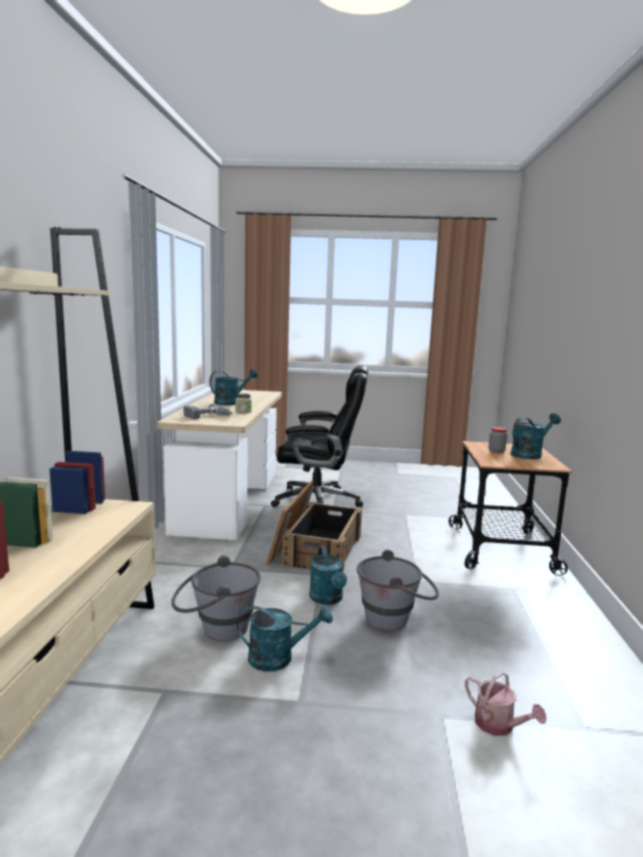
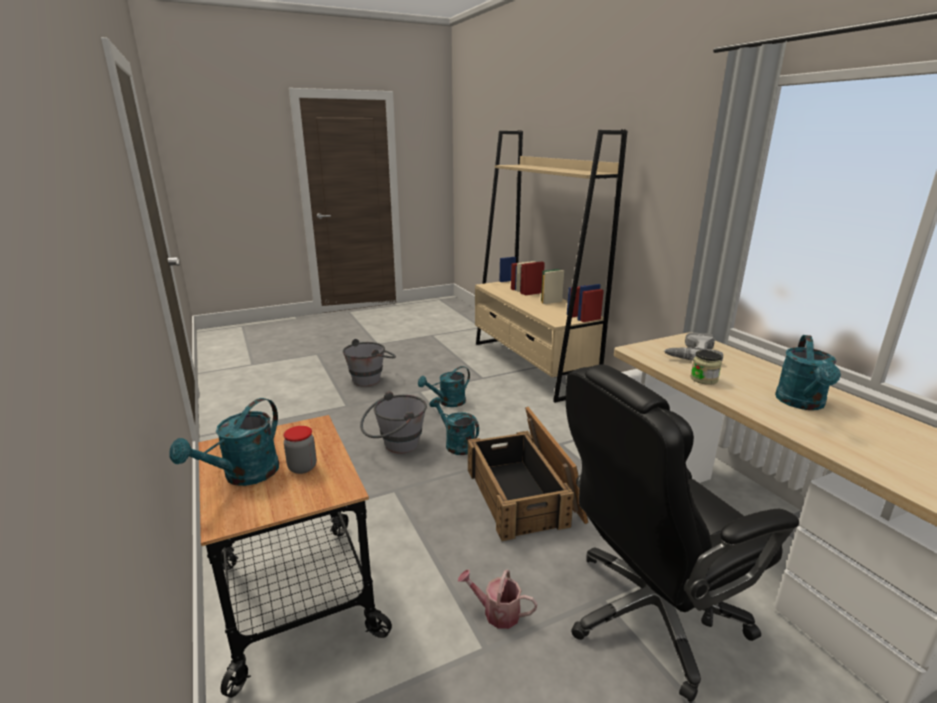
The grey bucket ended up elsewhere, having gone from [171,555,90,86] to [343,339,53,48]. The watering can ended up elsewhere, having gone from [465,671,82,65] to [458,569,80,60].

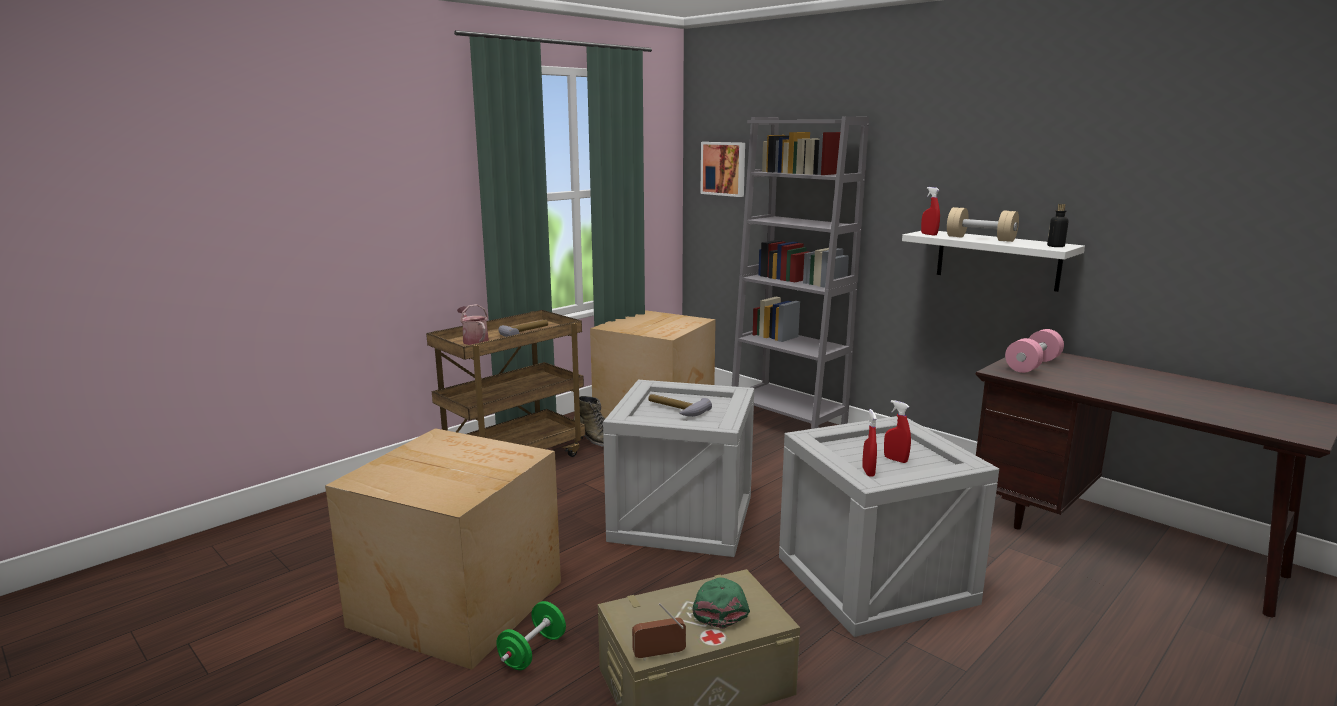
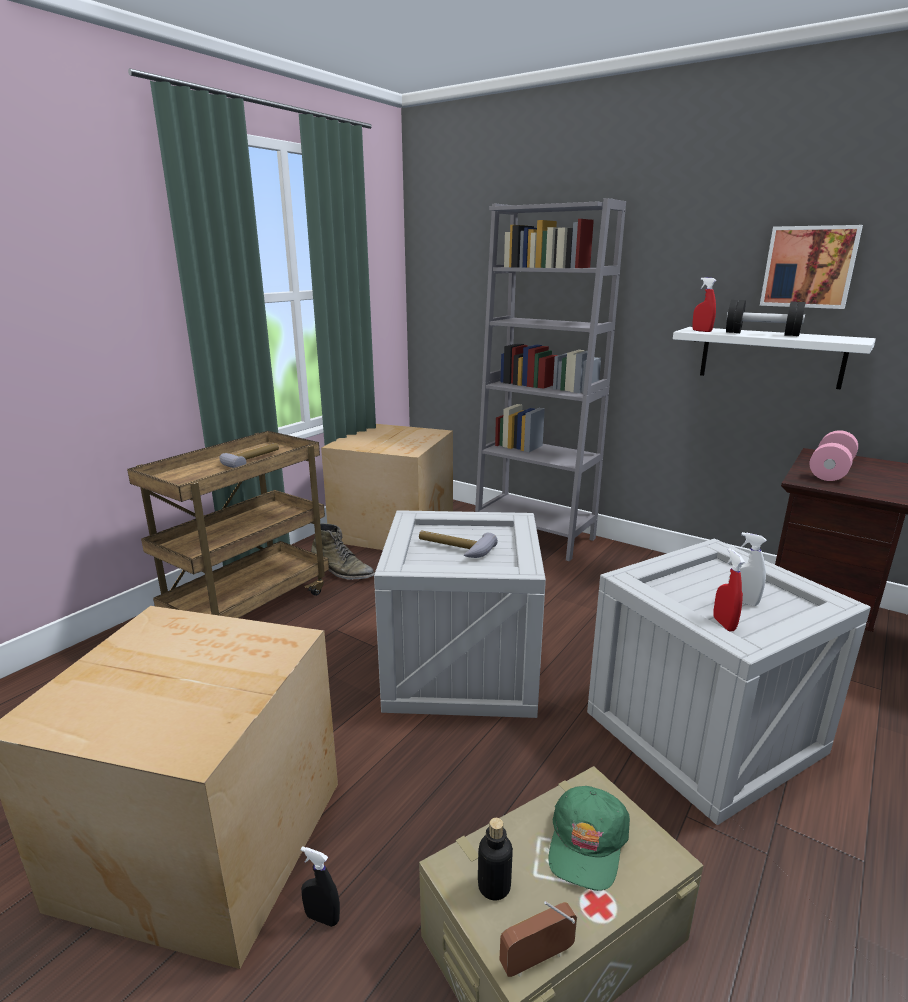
The second view lost the watering can at [457,304,32,41]. Where the green dumbbell stood at [497,601,69,69], the black spray bottle came to stand at [301,846,39,81]. The green cap at [692,577,58,52] ended up facing another way, 150 degrees counterclockwise from before. The picture ended up elsewhere, having gone from [700,142,45,55] to [760,225,103,84]. What was the red spray bottle at [884,400,27,63] turned into the white spray bottle at [728,532,38,74]. What was the beige dumbbell at [947,207,72,35] turned into the black dumbbell at [726,300,80,36]. The bottle ended up elsewhere, having gone from [1047,204,22,43] to [478,818,35,83].

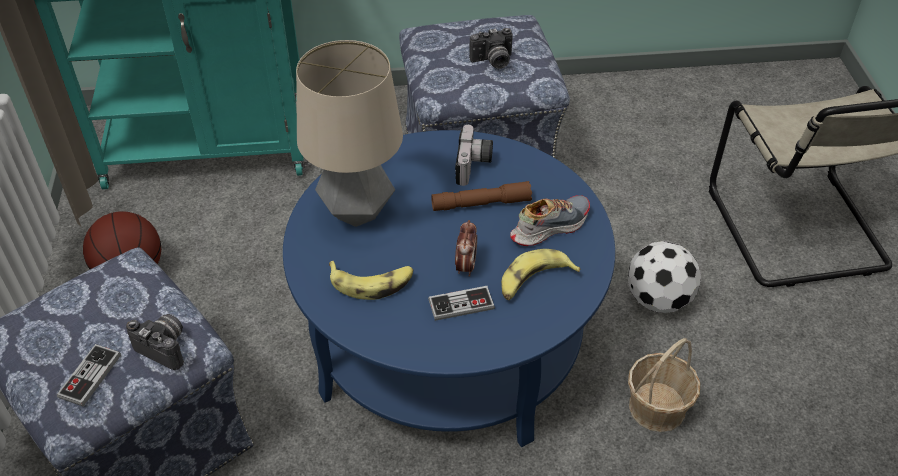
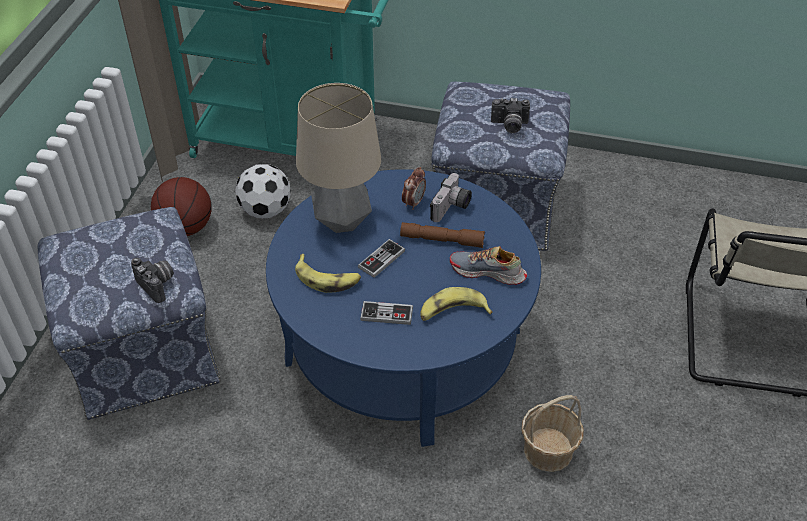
The game controller ended up elsewhere, having gone from [57,344,64,63] to [358,239,47,39]. The alarm clock ended up elsewhere, having gone from [455,220,22,57] to [402,167,24,43]. The shoe at [510,195,80,51] ended up facing another way, 150 degrees counterclockwise from before. The football ended up elsewhere, having gone from [628,241,73,72] to [235,164,56,54].

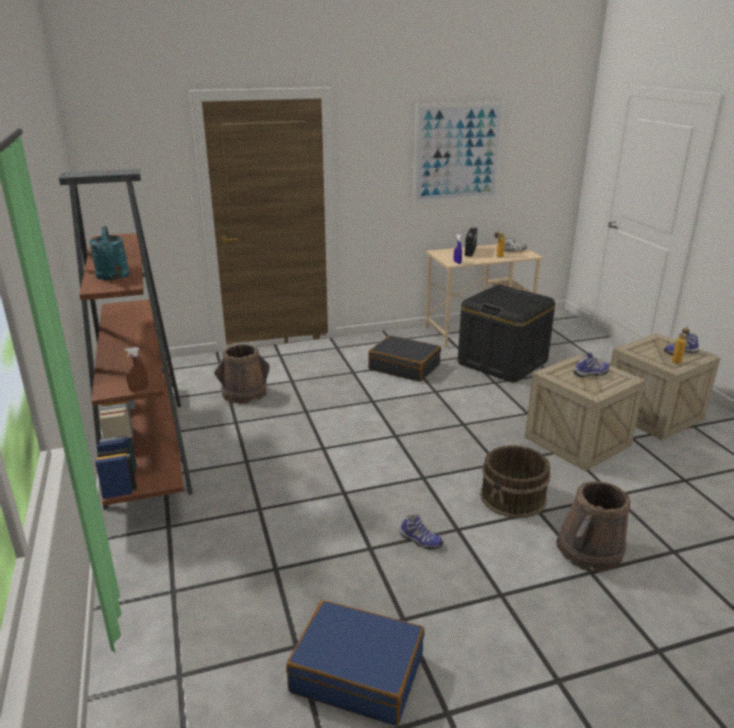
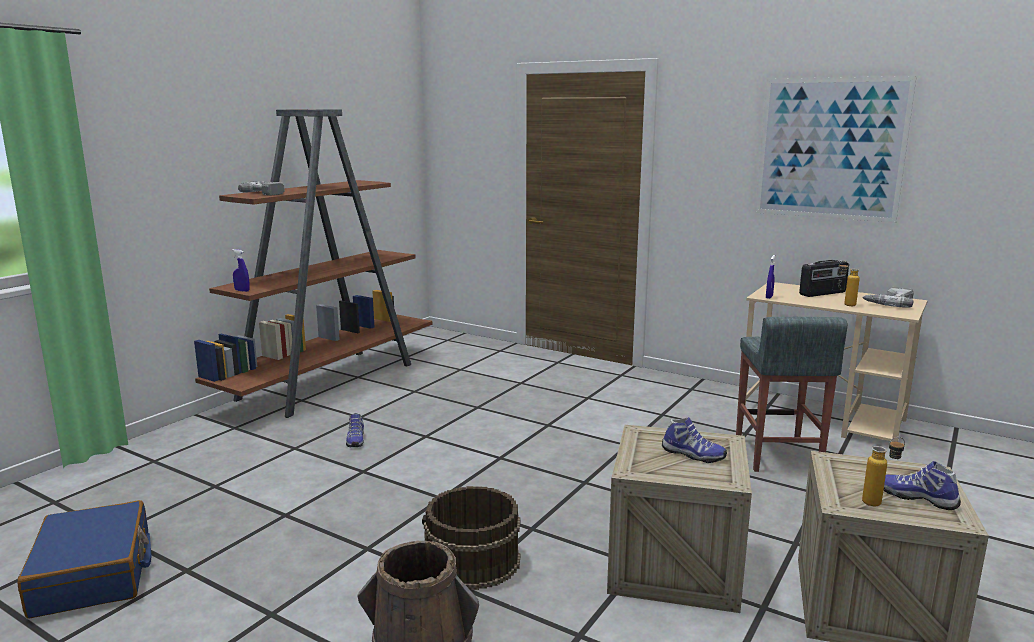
Where the turquoise watering can stood at [89,226,41,54], the power drill came to stand at [238,181,47,15]. What was the brown spray bottle at [124,347,24,44] turned into the blue spray bottle at [232,249,18,43]. The second view lost the brown bucket at [214,344,56,60]. The second view lost the black suitcase at [368,335,73,47]. The shoe ended up elsewhere, having gone from [400,515,43,35] to [346,413,18,34]. Where the black storage box stood at [458,285,97,97], the grey stool came to stand at [736,317,112,155].

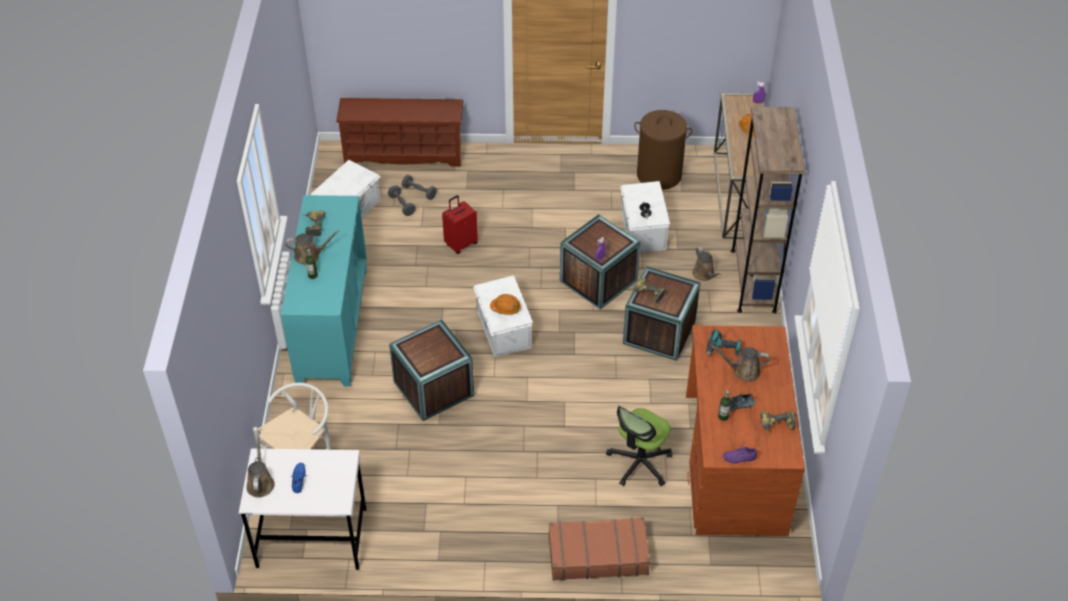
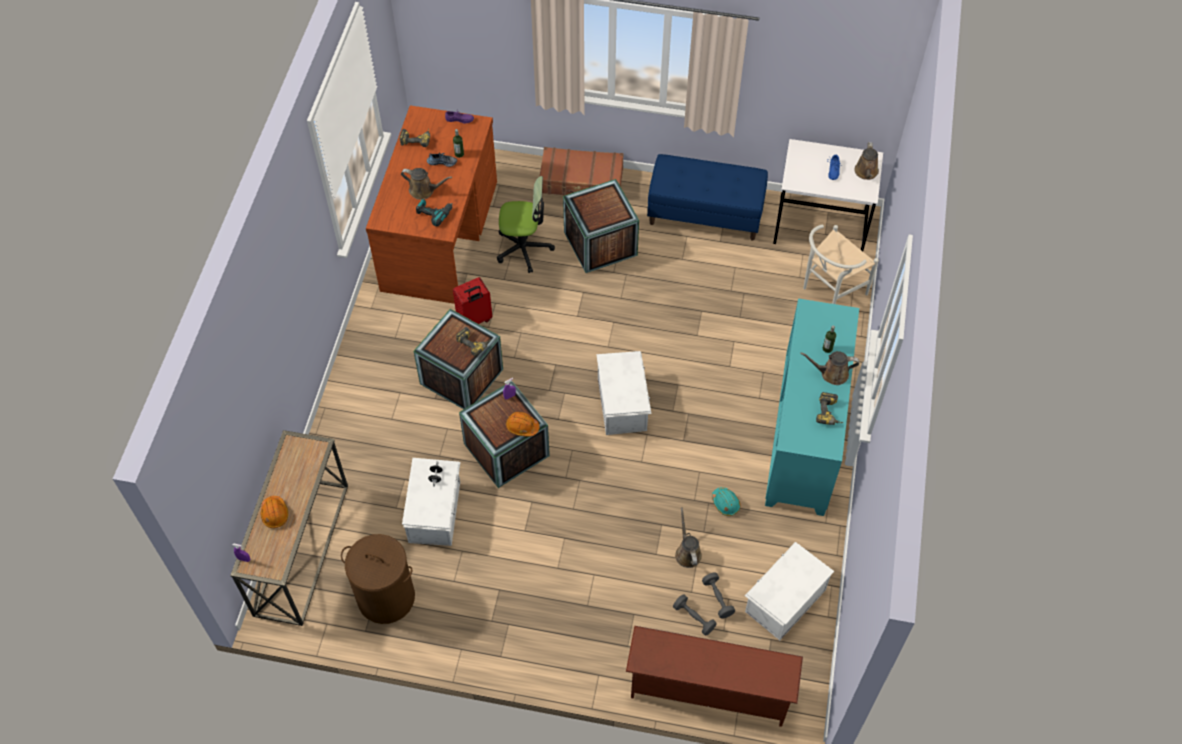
The crate ended up elsewhere, having gone from [389,319,85,102] to [563,179,76,94]. The red suitcase ended up elsewhere, having gone from [442,195,36,59] to [453,277,39,47]. The orange hard hat ended up elsewhere, having gone from [490,294,31,21] to [506,412,34,25]. The office chair at [606,406,66,80] ended up facing another way, 45 degrees clockwise from before. The brown watering can ended up elsewhere, having gone from [692,247,29,34] to [675,507,27,61]. The second view lost the brown bookcase at [731,107,74,206]. The second view gained the blue bench at [647,154,121,87]. The second view gained the turquoise hard hat at [712,487,28,29].

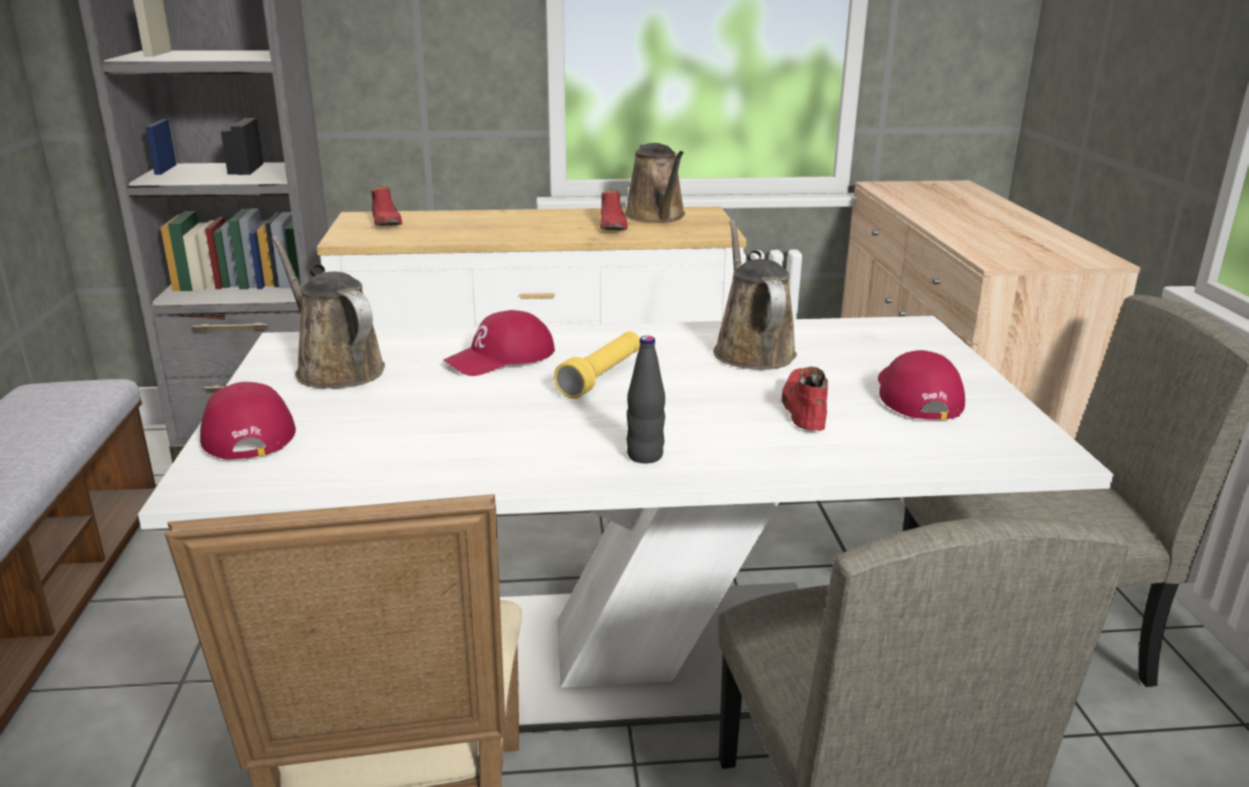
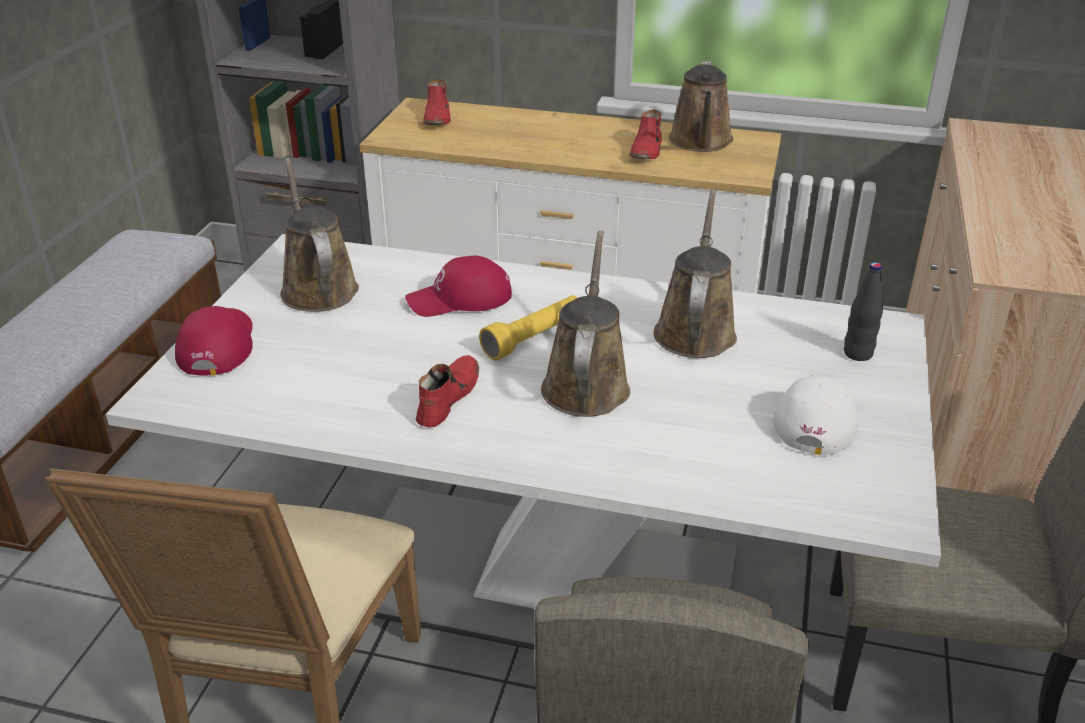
The black bottle ended up elsewhere, having gone from [627,336,38,128] to [844,262,39,99]. The red shoe ended up elsewhere, having gone from [782,366,46,65] to [416,355,63,72]. What was the red cap at [878,350,87,70] turned into the white cap at [773,375,85,80]. The second view gained the brown watering can at [541,231,89,186].

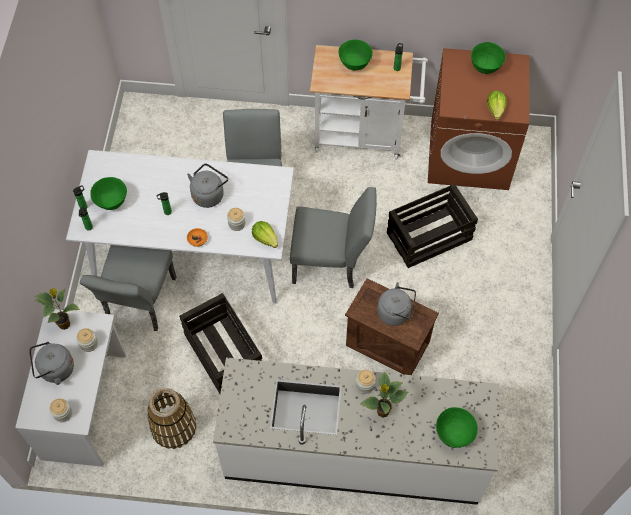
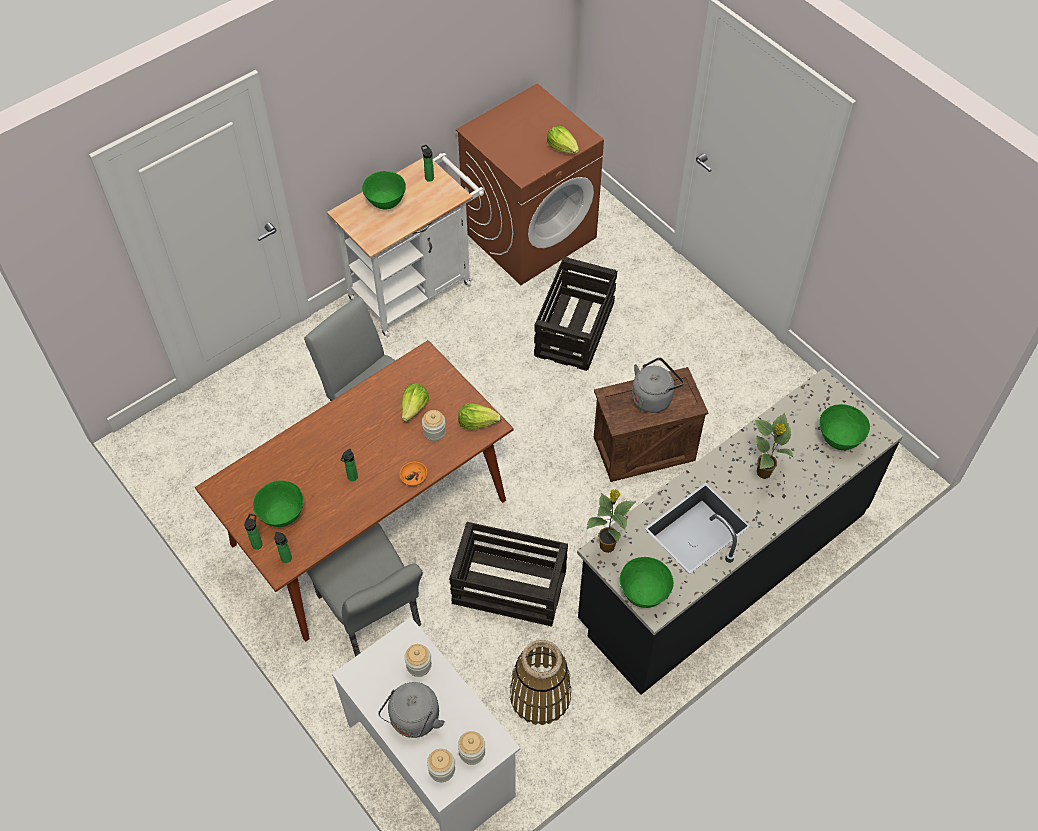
The potted plant ended up elsewhere, having gone from [35,288,45,42] to [586,489,50,64]. What was the white dining table at [66,150,228,153] turned into the brown dining table at [195,340,319,302]. The second view lost the grey kettle at [187,163,41,45]. What was the white counter at [213,357,286,148] turned into the black counter at [577,368,326,327]. The second view lost the grey chair at [290,187,86,101]. The jar ended up elsewhere, having gone from [356,370,20,24] to [427,749,28,33]. The green bowl ended up elsewhere, having gone from [471,42,35,32] to [620,557,54,51]. The second view gained the lettuce at [402,383,27,39].

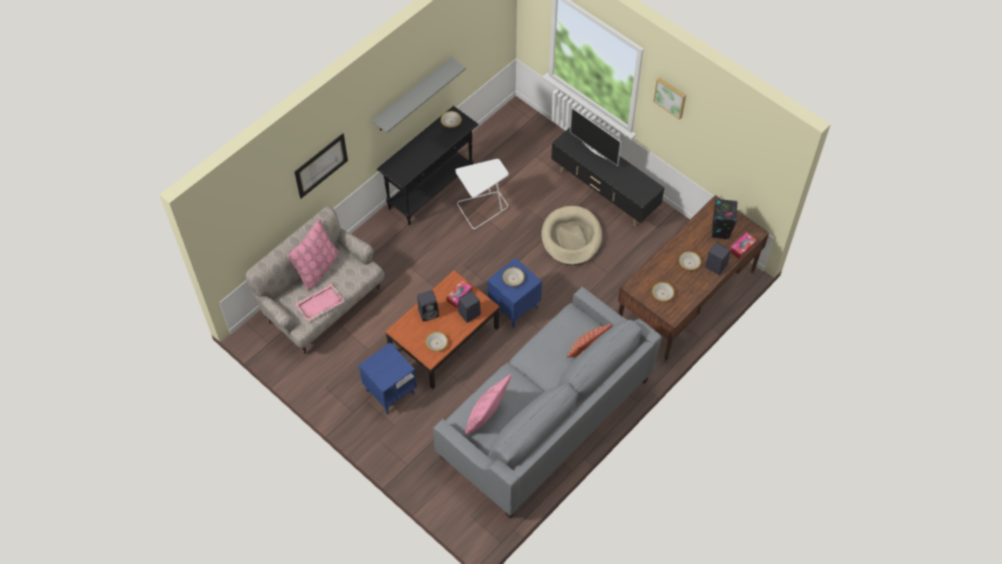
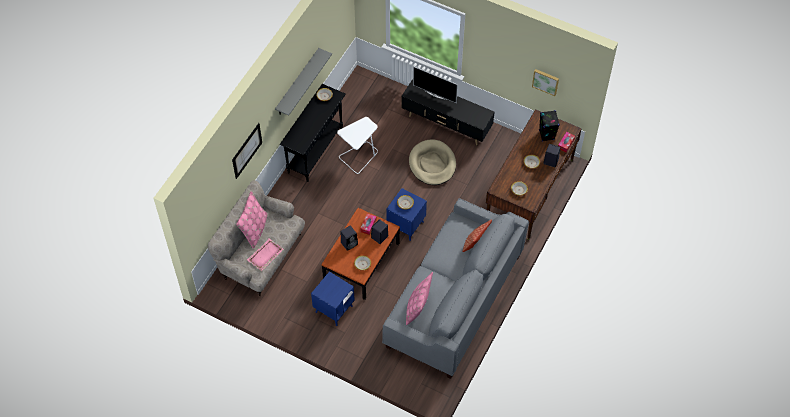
The picture ended up elsewhere, having gone from [653,77,33,43] to [532,69,27,27].

